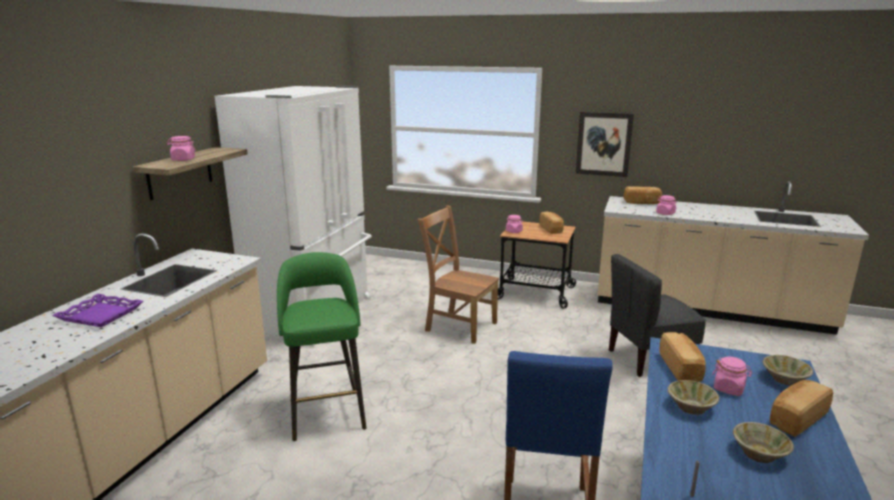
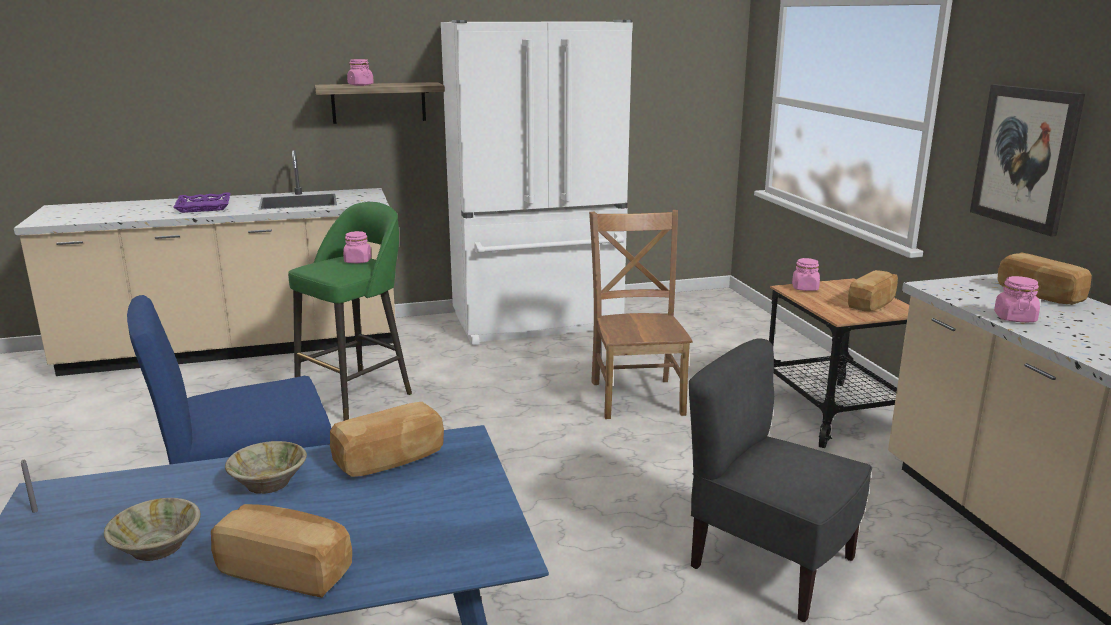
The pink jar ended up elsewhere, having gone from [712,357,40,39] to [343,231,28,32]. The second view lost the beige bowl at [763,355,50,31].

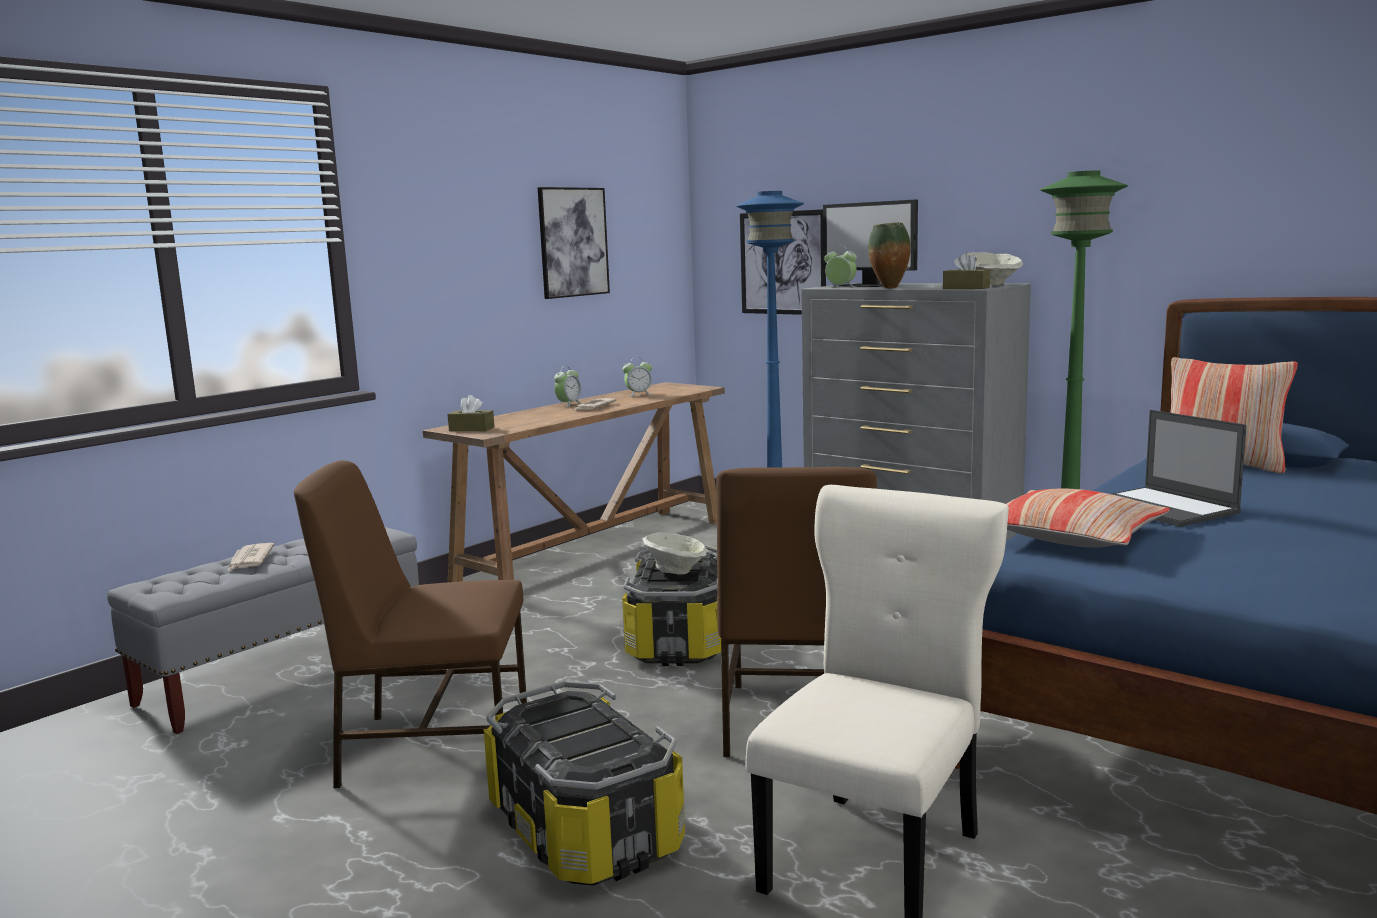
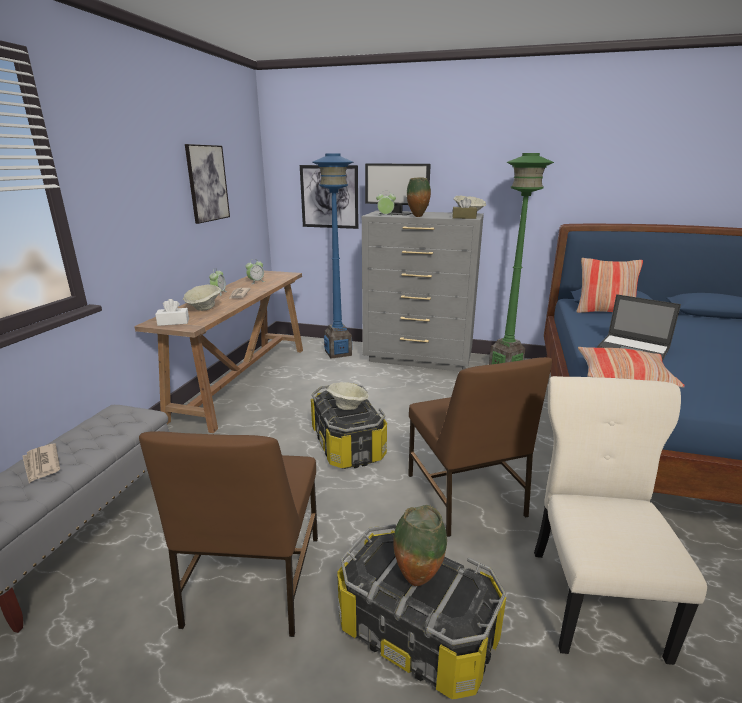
The brown chair at [294,460,233,328] ended up facing another way, 60 degrees counterclockwise from before. What was the brown tissue box at [448,395,46,36] turned into the white tissue box at [155,299,34,27]. The second view gained the beige bowl at [183,285,38,26]. The second view gained the vase at [393,505,54,81].

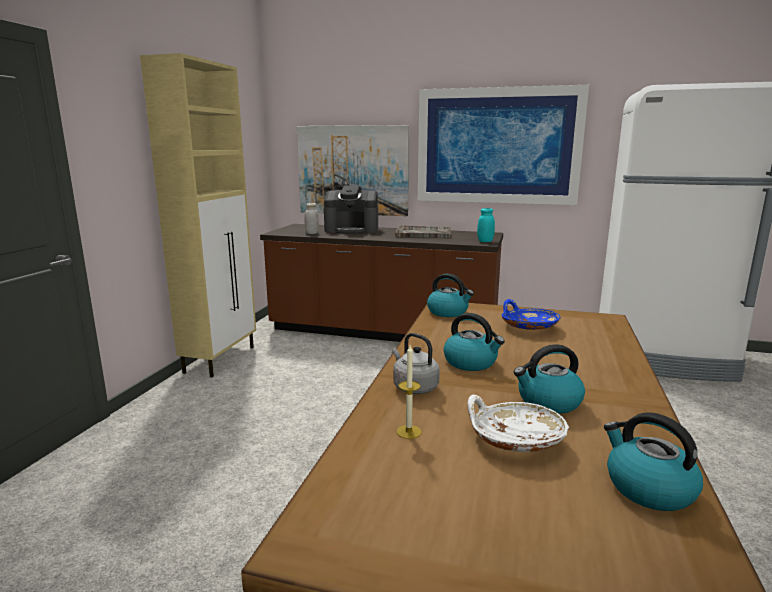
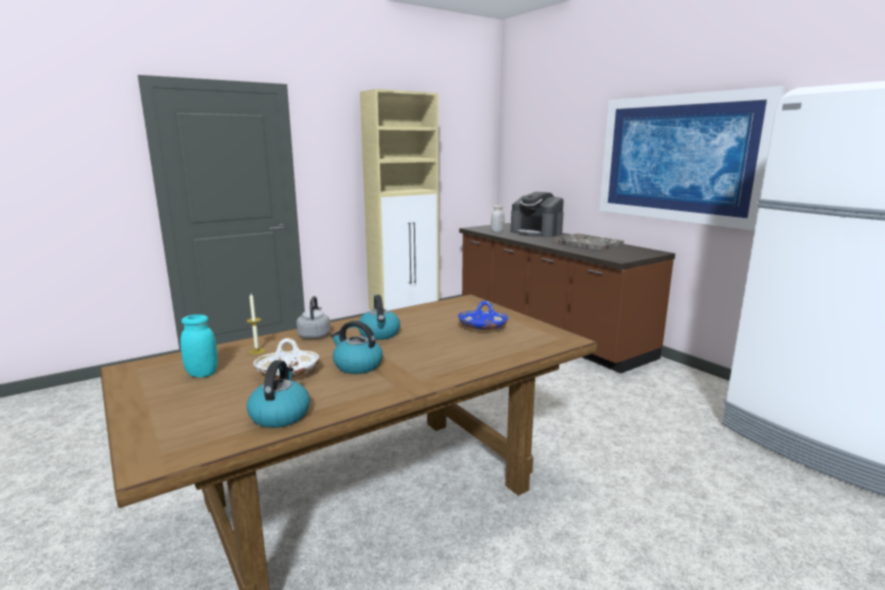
The second view lost the picture at [297,125,112,91]. The second view lost the kettle at [427,274,47,43]. The turquoise jar ended up elsewhere, having gone from [477,208,18,34] to [180,315,38,63].

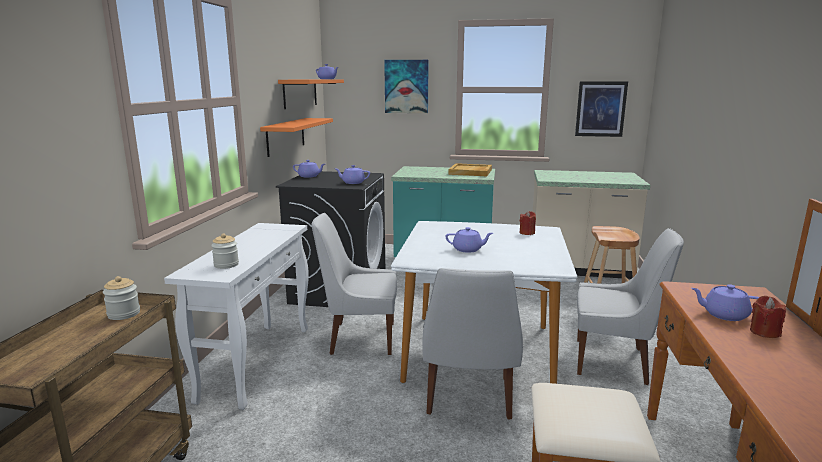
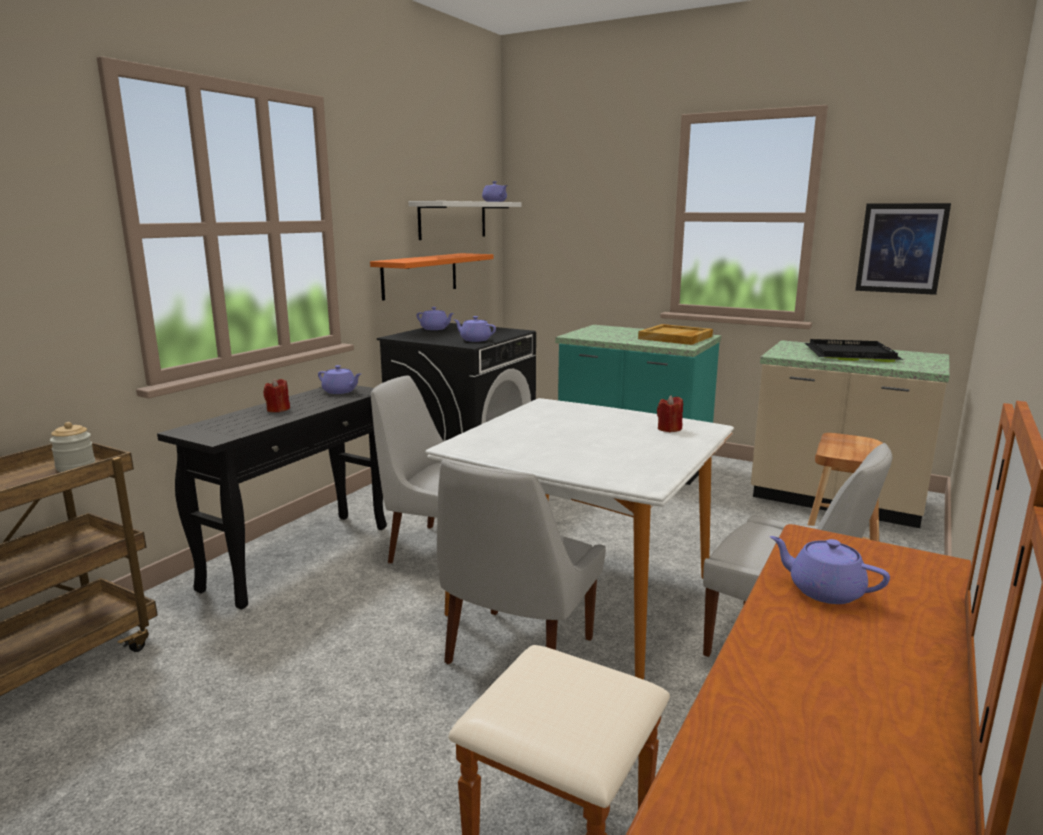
What was the white console table at [164,223,145,187] turned into the black console table at [157,385,230,225]. The second view lost the jar at [211,234,28,35]. What was the orange shelf at [278,79,66,30] turned into the white shelf at [408,201,113,39]. The second view lost the picture at [384,60,45,53]. The purple teapot ended up elsewhere, having gone from [446,227,47,26] to [318,365,43,29]. The red candle ended up elsewhere, having gone from [750,296,36,42] to [263,378,27,34]. The second view gained the black tray at [805,339,98,23].

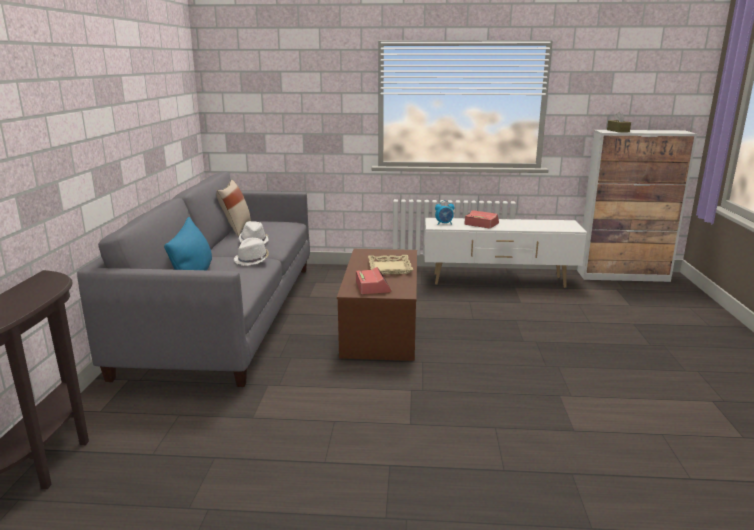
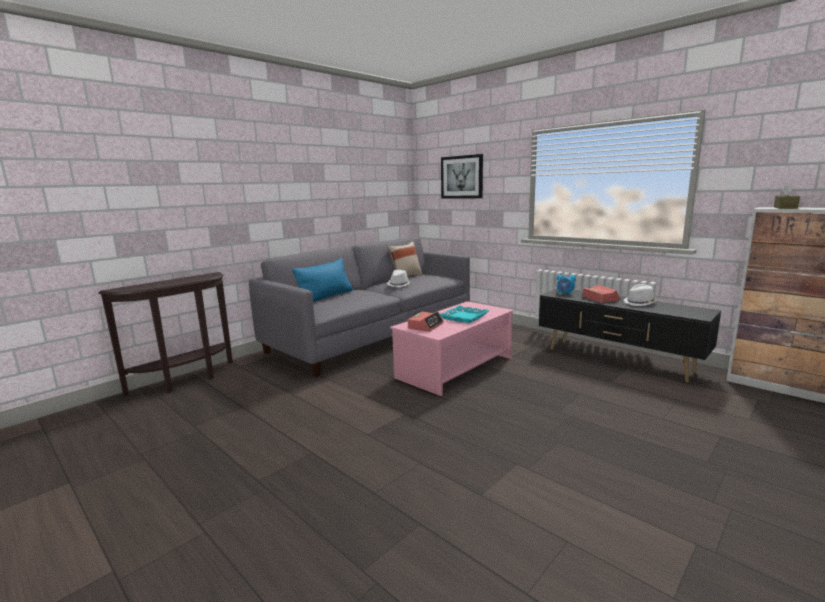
The white hat ended up elsewhere, having gone from [234,238,35,28] to [623,284,34,22]. What was the brown coffee table at [337,249,80,112] turned into the pink coffee table at [390,301,124,95]. What was the beige tray at [368,255,45,20] turned into the turquoise tray at [440,306,49,17]. What was the white tv stand at [424,218,163,70] turned into the black tv stand at [539,289,182,94]. The second view gained the picture at [441,154,42,45].

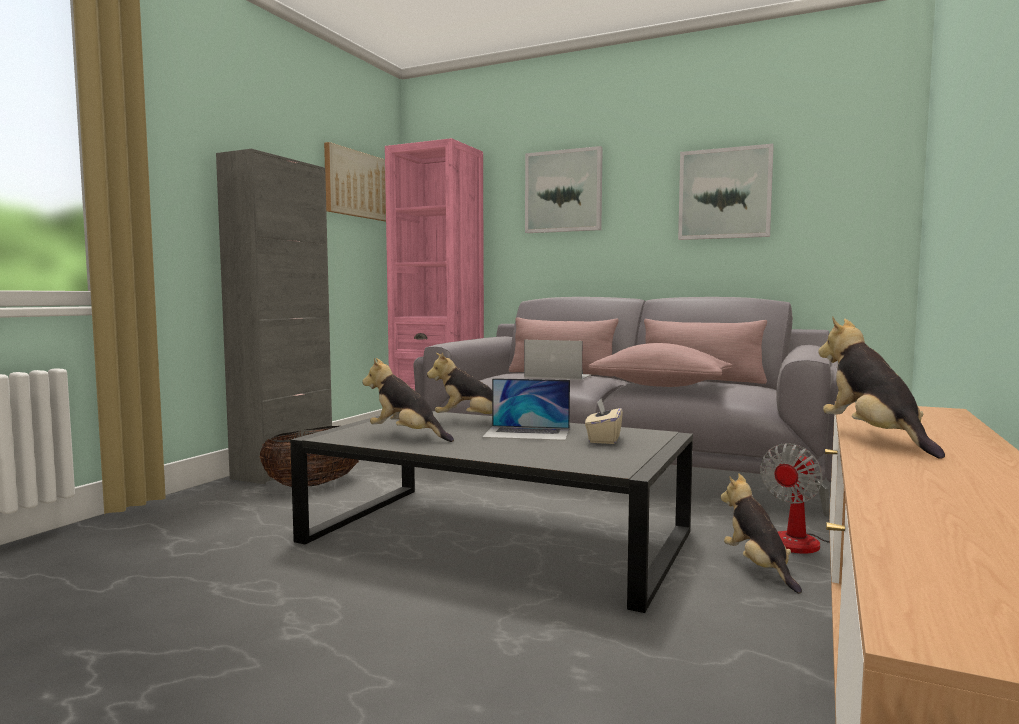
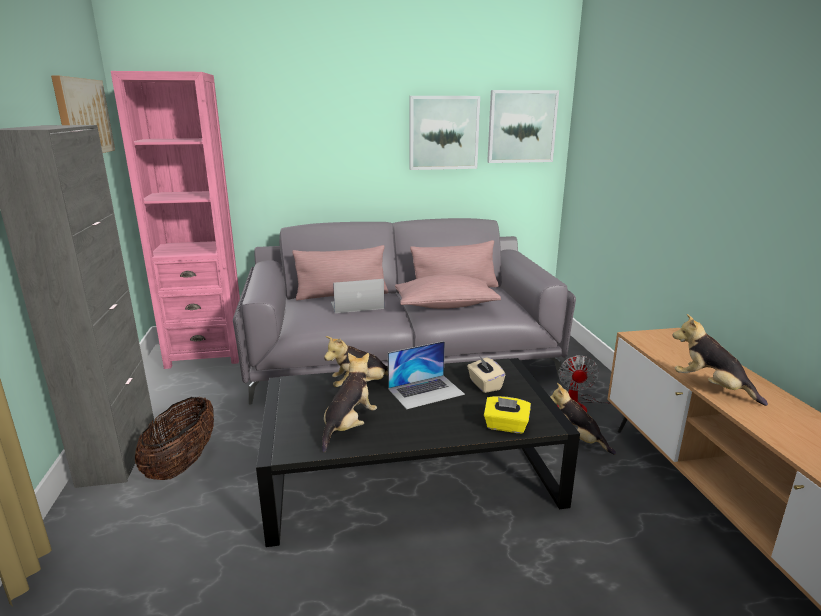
The plush toy at [362,358,92,84] ended up facing another way, 120 degrees clockwise from before. The picture ended up elsewhere, having gone from [525,146,78,87] to [487,90,72,73]. The second view gained the yellow tissue box at [484,396,47,37].

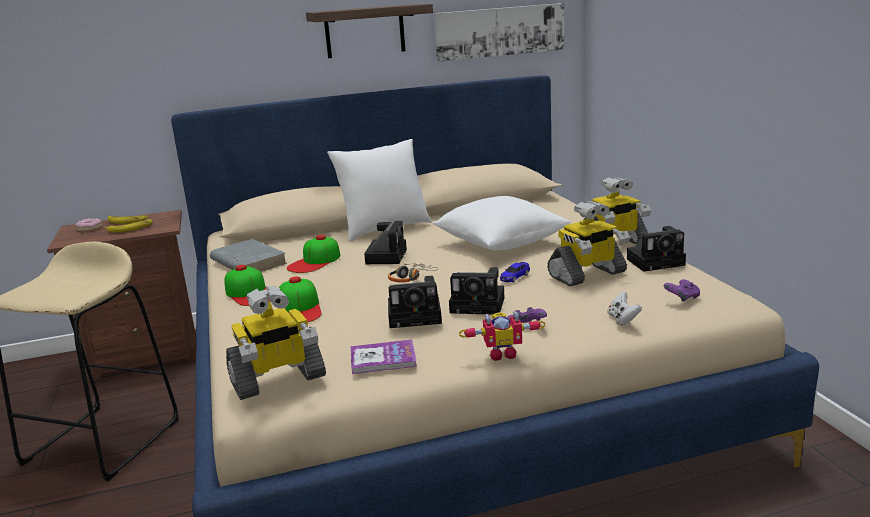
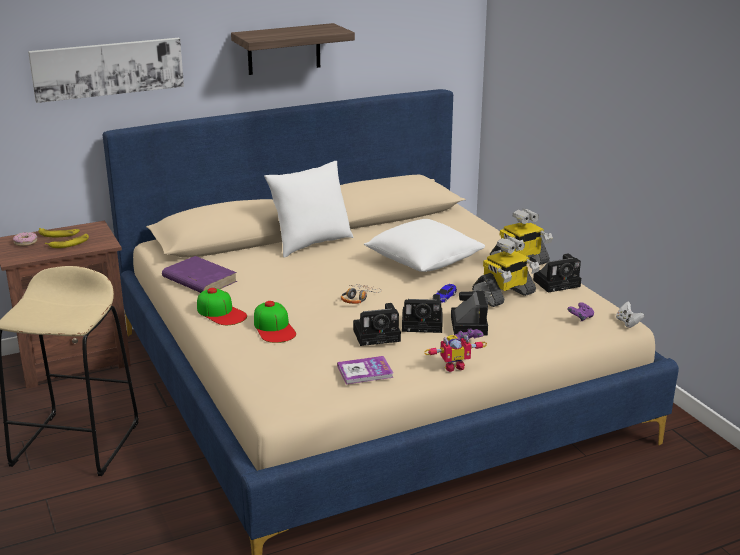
What was the grey book at [210,239,77,33] turned into the purple book at [162,256,76,37]. The second view lost the toy robot at [226,286,100,114]. The second view lost the cap at [287,235,53,38]. The photo camera ended up elsewhere, having gone from [364,221,43,43] to [451,290,37,45]. The picture ended up elsewhere, having gone from [434,3,130,59] to [28,38,156,65]. The white game controller ended up elsewhere, having gone from [607,291,35,35] to [616,301,29,27].

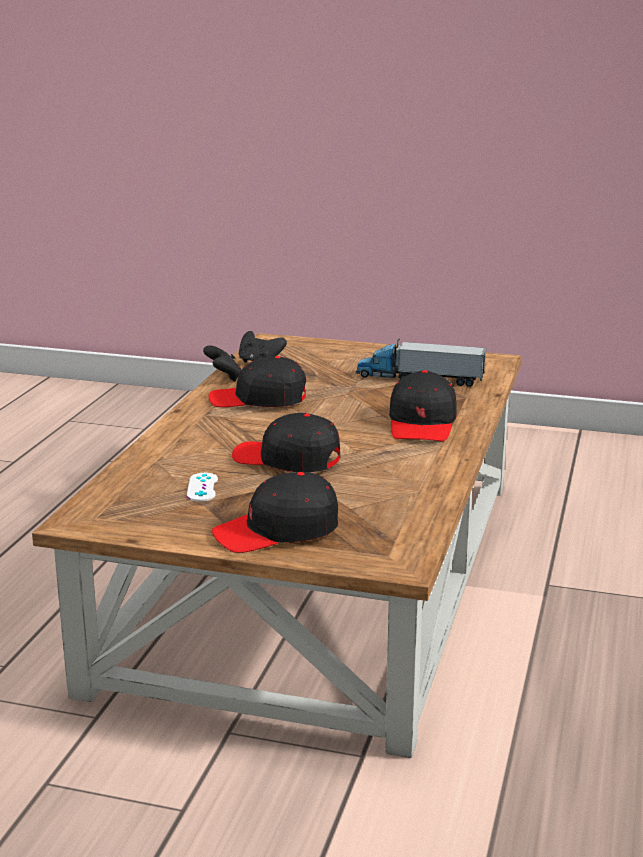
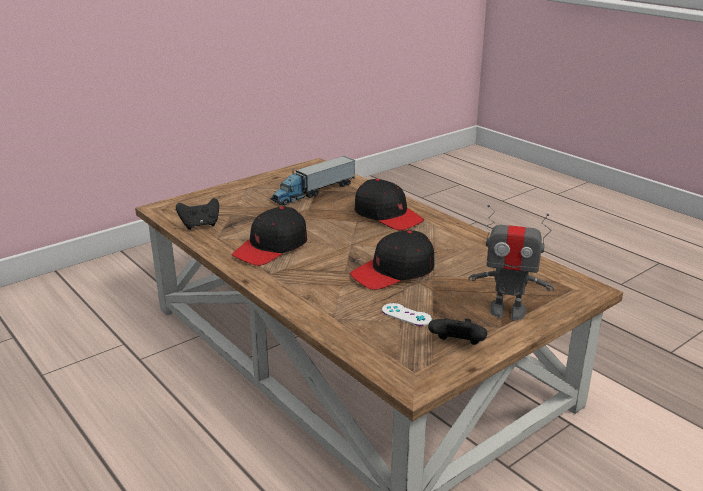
The black game controller ended up elsewhere, having gone from [203,345,38,36] to [428,318,59,27]. Where the black cap stood at [212,472,126,81], the toy robot came to stand at [468,205,86,115].

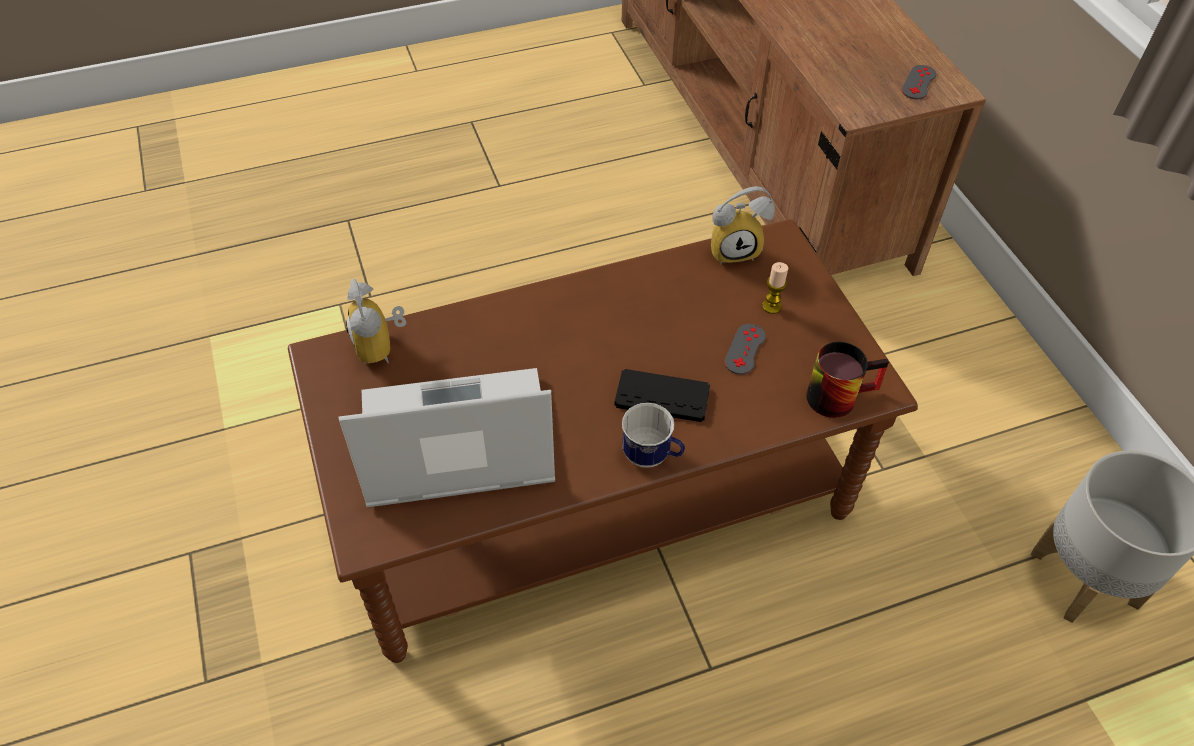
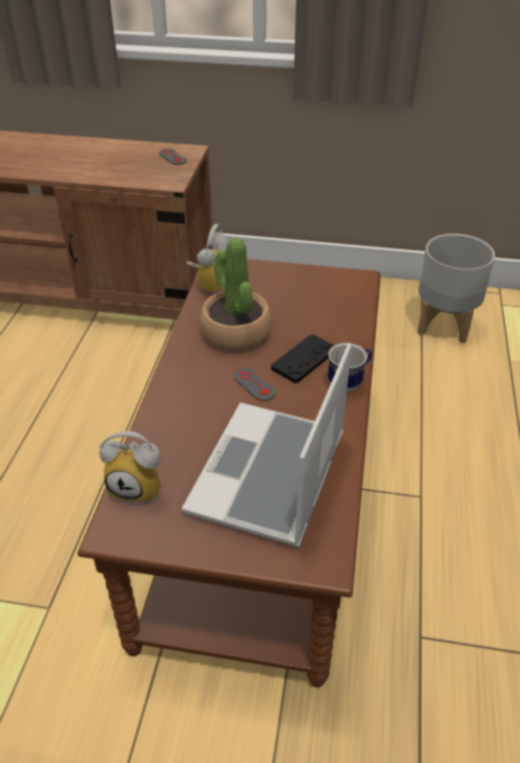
The grey game controller ended up elsewhere, having gone from [724,324,42,51] to [234,368,42,33]. The second view lost the candle at [762,262,26,52]. The second view lost the mug at [806,341,83,77]. The second view gained the potted plant at [200,238,72,113].

